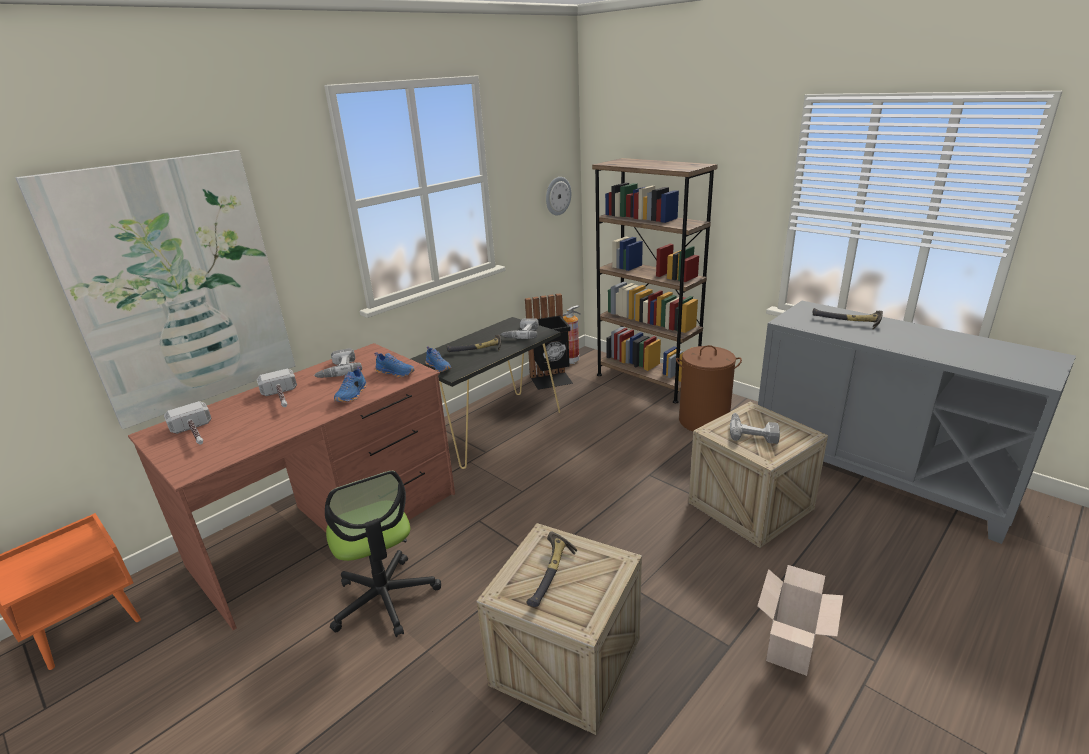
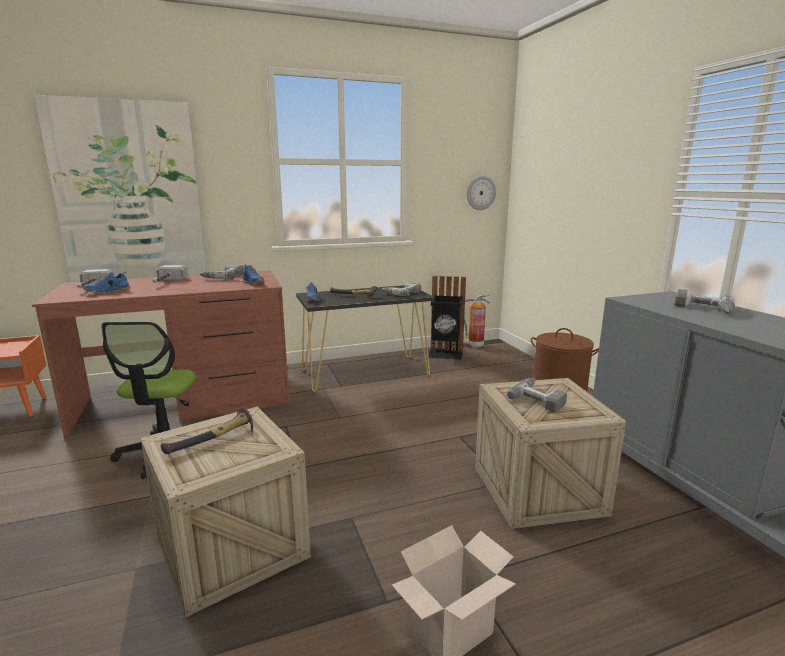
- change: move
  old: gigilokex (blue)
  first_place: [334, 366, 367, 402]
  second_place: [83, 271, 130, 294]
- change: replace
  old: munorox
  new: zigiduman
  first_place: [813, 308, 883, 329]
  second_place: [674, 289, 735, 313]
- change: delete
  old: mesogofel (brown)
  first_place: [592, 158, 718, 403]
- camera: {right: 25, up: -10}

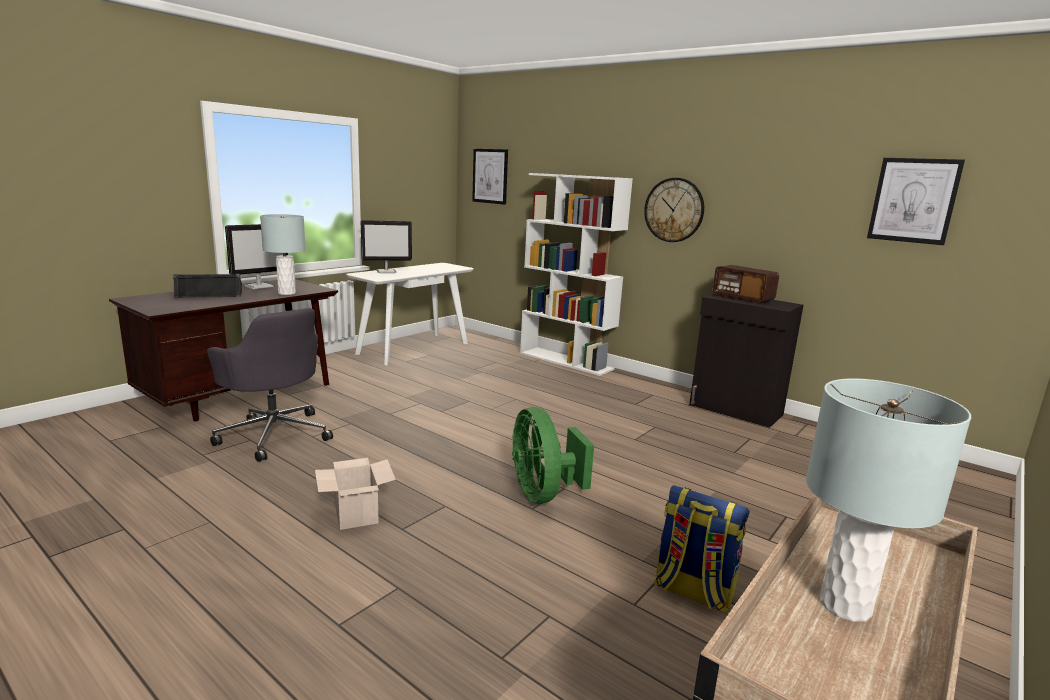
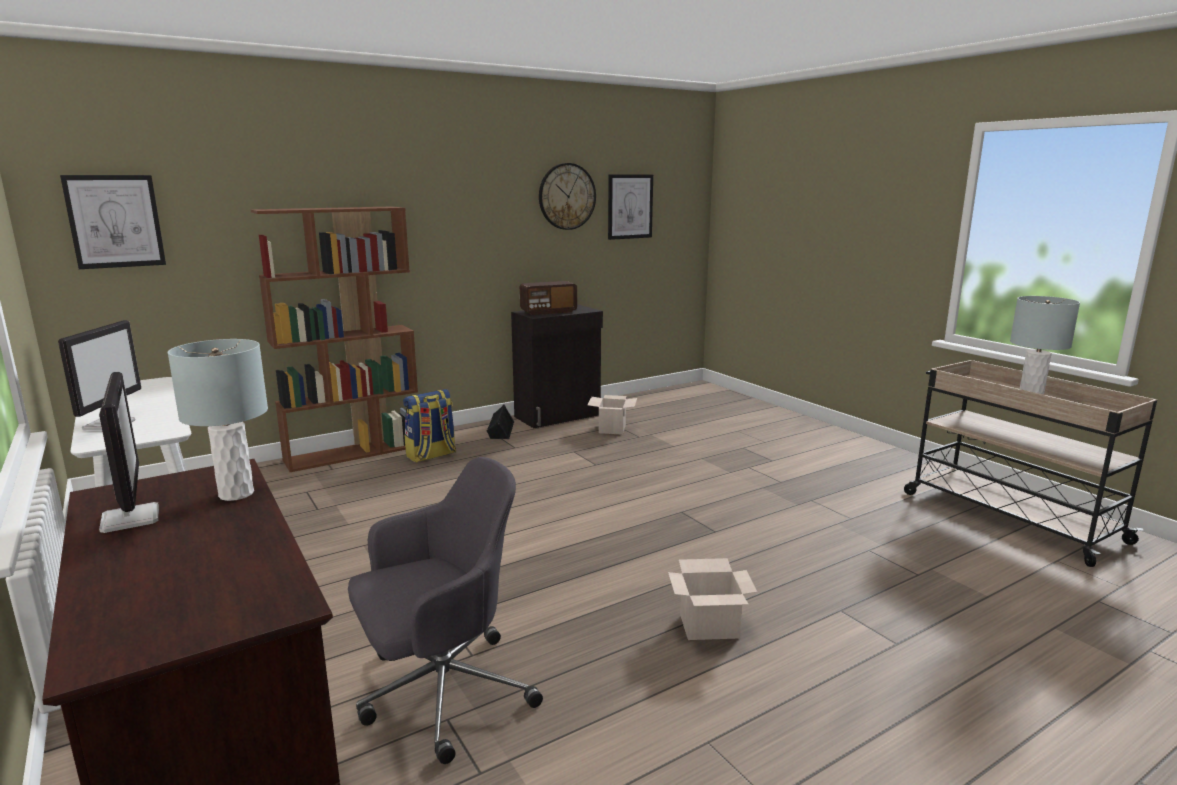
- change: recolor
  old: mesogofel (white)
  new: mesogofel (brown)
  first_place: [520, 173, 633, 376]
  second_place: [251, 206, 418, 472]
- change: move
  old: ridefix
  first_place: [654, 485, 750, 614]
  second_place: [403, 389, 456, 463]
- change: move
  old: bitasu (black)
  first_place: [173, 274, 242, 298]
  second_place: [487, 404, 514, 439]
- change: move
  old: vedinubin
  first_place: [644, 178, 704, 242]
  second_place: [539, 163, 596, 230]
- change: insert
  new: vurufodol
  second_place: [588, 395, 637, 435]
- change: delete
  old: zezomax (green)
  first_place: [512, 407, 594, 504]
- camera: {right: -70, up: 0}

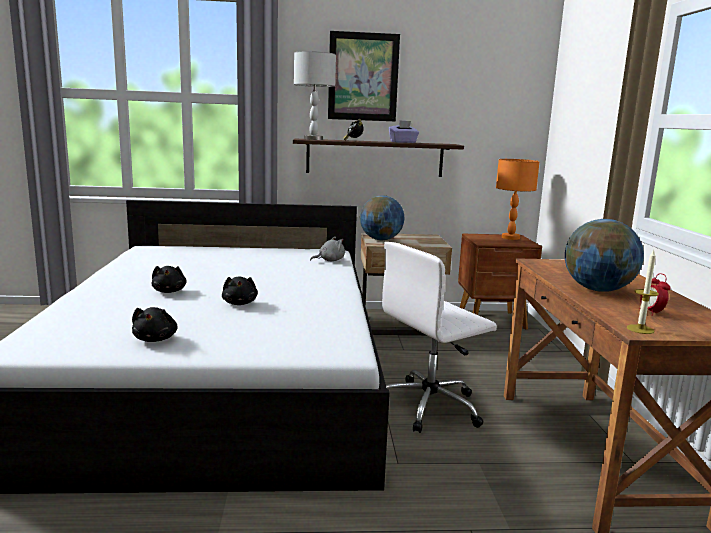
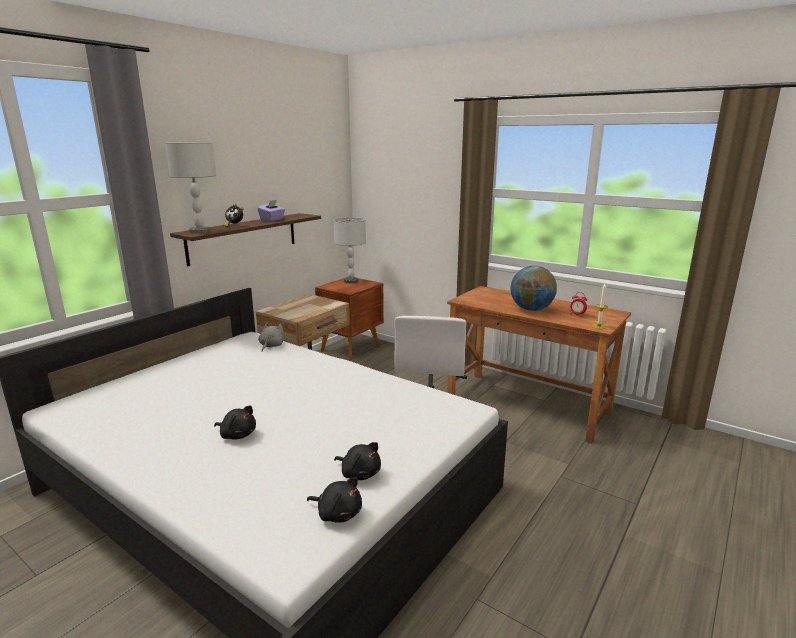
- change: move
  old: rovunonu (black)
  first_place: [222, 276, 258, 305]
  second_place: [307, 477, 362, 523]
- change: recolor
  old: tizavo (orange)
  new: tizavo (grey)
  first_place: [496, 159, 540, 240]
  second_place: [334, 217, 366, 283]
- change: delete
  old: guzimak
  first_place: [328, 31, 400, 121]
- change: delete
  old: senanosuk
  first_place: [360, 195, 404, 240]
- camera: {right: -50, up: 5}

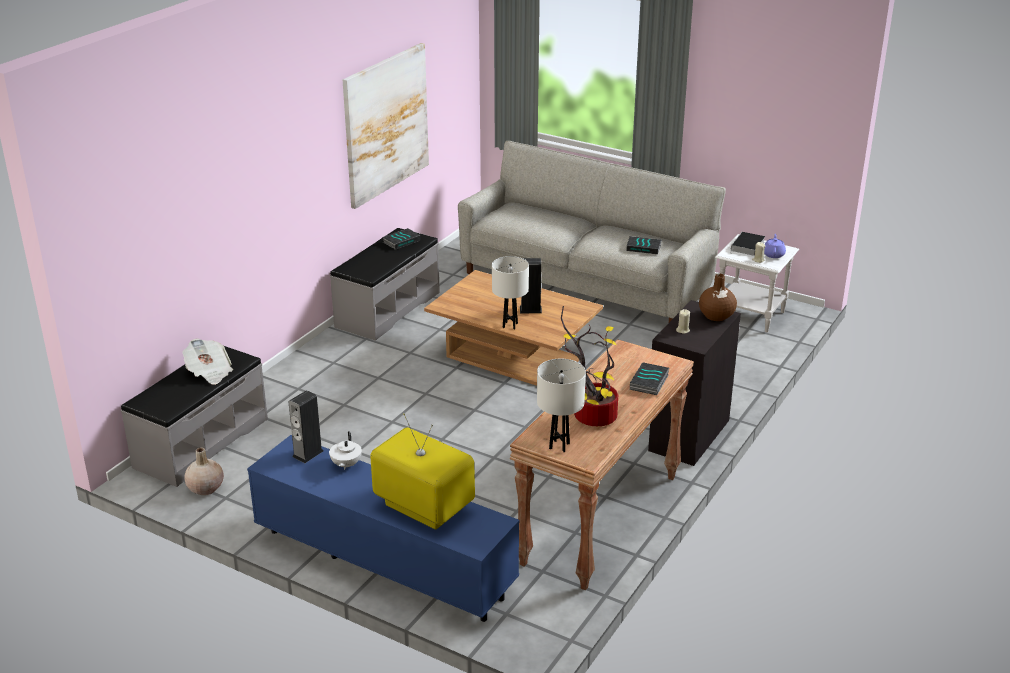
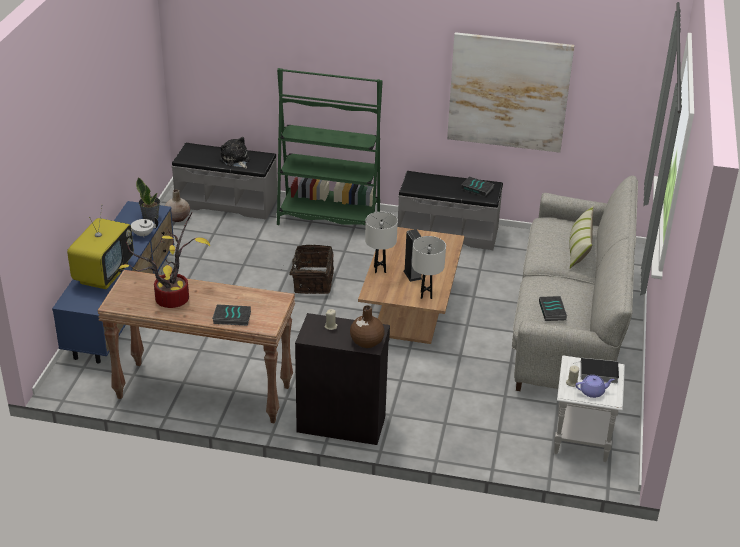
- change: replace
  old: bitasu
  new: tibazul
  first_place: [289, 390, 323, 463]
  second_place: [136, 177, 160, 222]
- change: replace
  old: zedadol
  new: rovunonu
  first_place: [182, 338, 233, 385]
  second_place: [221, 137, 250, 168]
- change: insert
  new: mesogofel (green)
  second_place: [277, 68, 383, 225]
- change: insert
  new: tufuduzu
  second_place: [290, 245, 334, 294]
- change: move
  old: tizavo (white)
  first_place: [537, 359, 586, 452]
  second_place: [412, 236, 446, 299]
- change: insert
  new: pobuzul
  second_place: [569, 206, 594, 269]
- camera: {right: 70, up: 5}

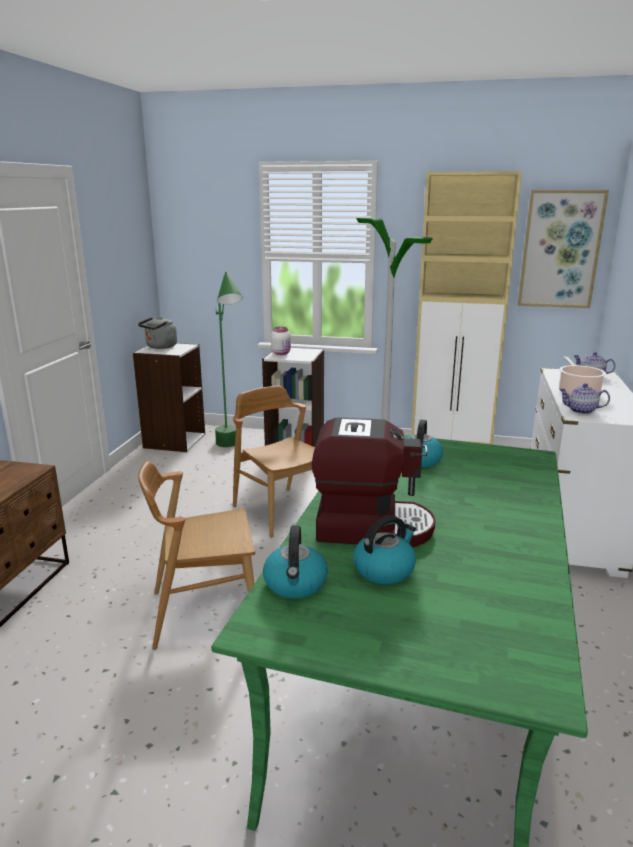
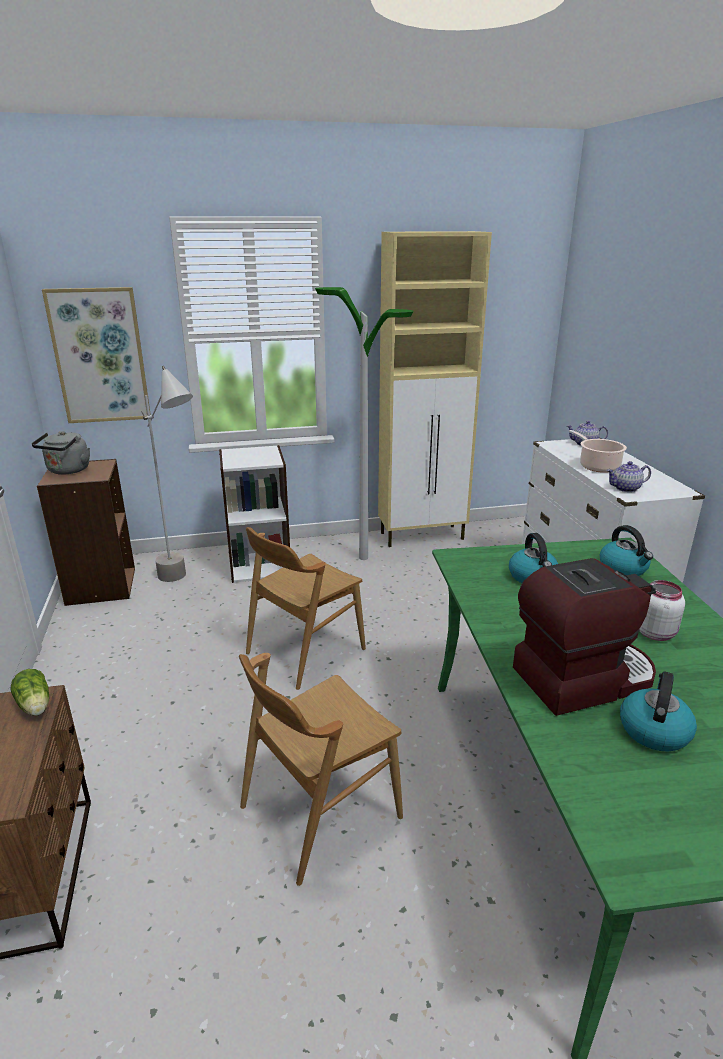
- change: insert
  new: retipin
  second_place: [11, 669, 49, 716]
- change: recolor
  old: mesogofel (white)
  new: mesogofel (brown)
  first_place: [133, 343, 205, 452]
  second_place: [37, 459, 135, 606]
- change: move
  old: guzimak
  first_place: [518, 190, 609, 308]
  second_place: [42, 287, 151, 423]
- change: recolor
  old: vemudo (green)
  new: vemudo (grey)
  first_place: [215, 272, 243, 447]
  second_place: [141, 366, 193, 582]
- change: rotate
  old: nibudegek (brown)
  first_place: [233, 386, 315, 538]
  second_place: [246, 527, 366, 690]
  degrees: -75
- change: move
  old: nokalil
  first_place: [263, 525, 328, 598]
  second_place: [600, 525, 653, 576]
- change: move
  old: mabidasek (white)
  first_place: [271, 327, 291, 355]
  second_place: [639, 580, 685, 641]
- camera: {right: -25, up: 5}

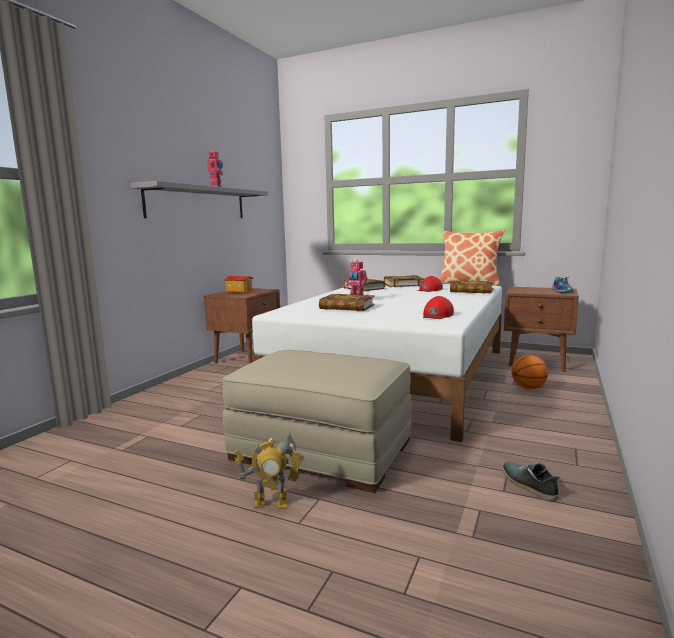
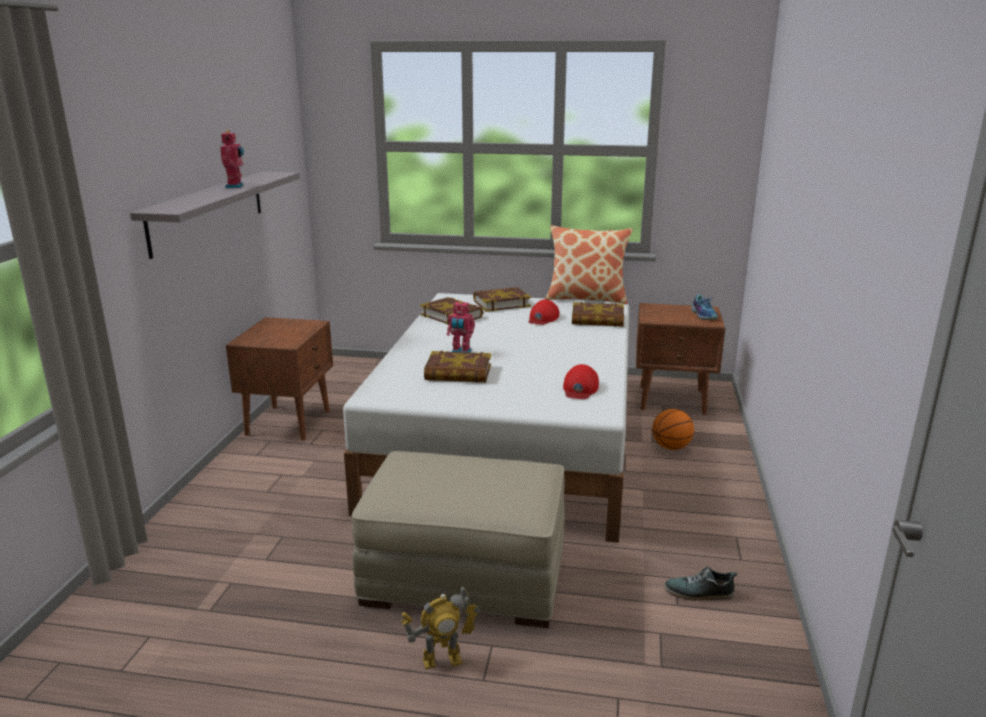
- change: rotate
  old: gigilokex
  first_place: [503, 462, 559, 501]
  second_place: [664, 567, 737, 601]
  degrees: -45
- change: delete
  old: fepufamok
  first_place: [224, 276, 254, 295]
- camera: {right: -15, up: 10}

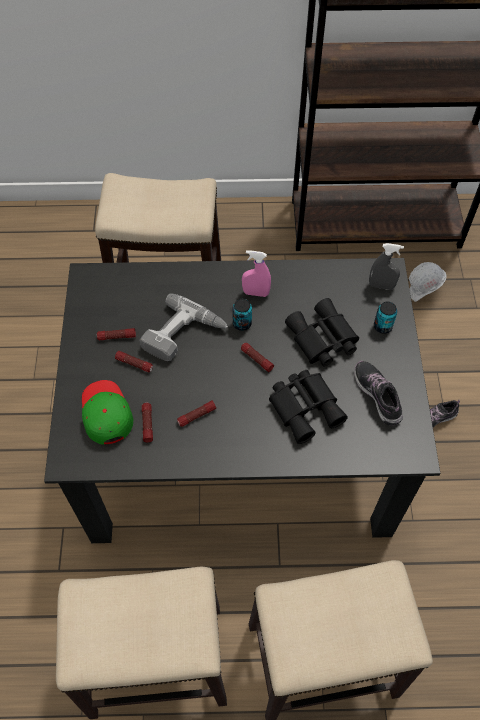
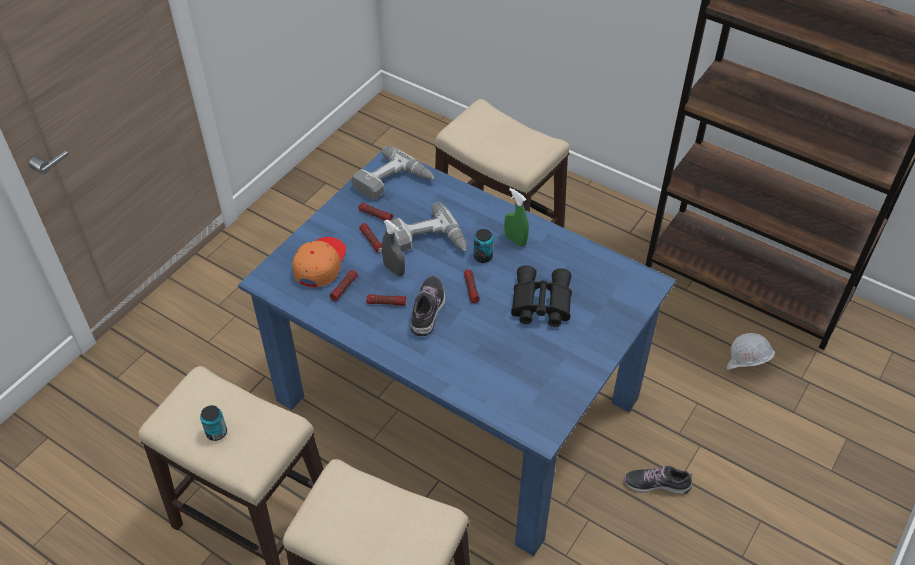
- change: move
  old: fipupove
  first_place: [374, 302, 397, 334]
  second_place: [200, 405, 227, 441]
- change: recolor
  old: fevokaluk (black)
  new: fevokaluk (blue)
  first_place: [44, 258, 441, 543]
  second_place: [238, 150, 676, 557]
- change: recolor
  old: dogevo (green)
  new: dogevo (orange)
  first_place: [82, 380, 133, 445]
  second_place: [292, 237, 346, 287]
- change: insert
  new: zigiduman
  second_place: [351, 146, 434, 200]
- change: move
  old: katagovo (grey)
  first_place: [369, 243, 404, 290]
  second_place: [382, 220, 405, 277]
- change: move
  old: gigilokex
  first_place: [354, 361, 403, 426]
  second_place: [411, 276, 445, 336]
- change: recolor
  old: katagovo (pink)
  new: katagovo (green)
  first_place: [242, 250, 271, 297]
  second_place: [504, 188, 529, 247]
- change: delete
  old: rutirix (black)
  first_place: [269, 370, 348, 444]
- camera: {right: 35, up: -10}

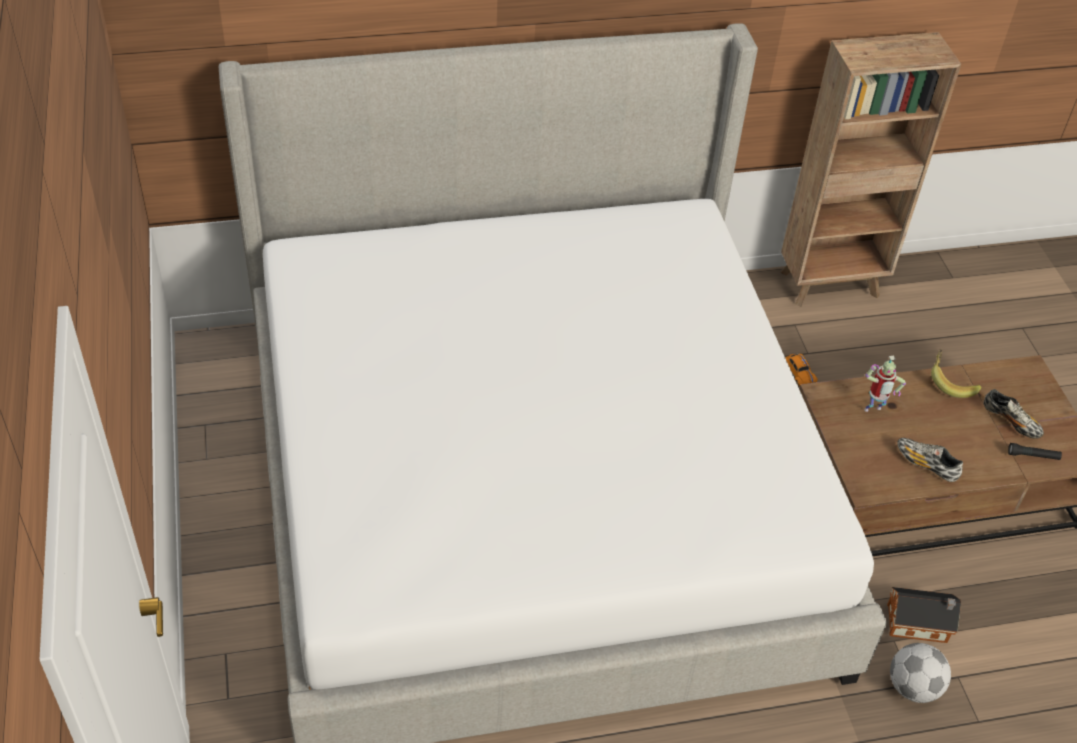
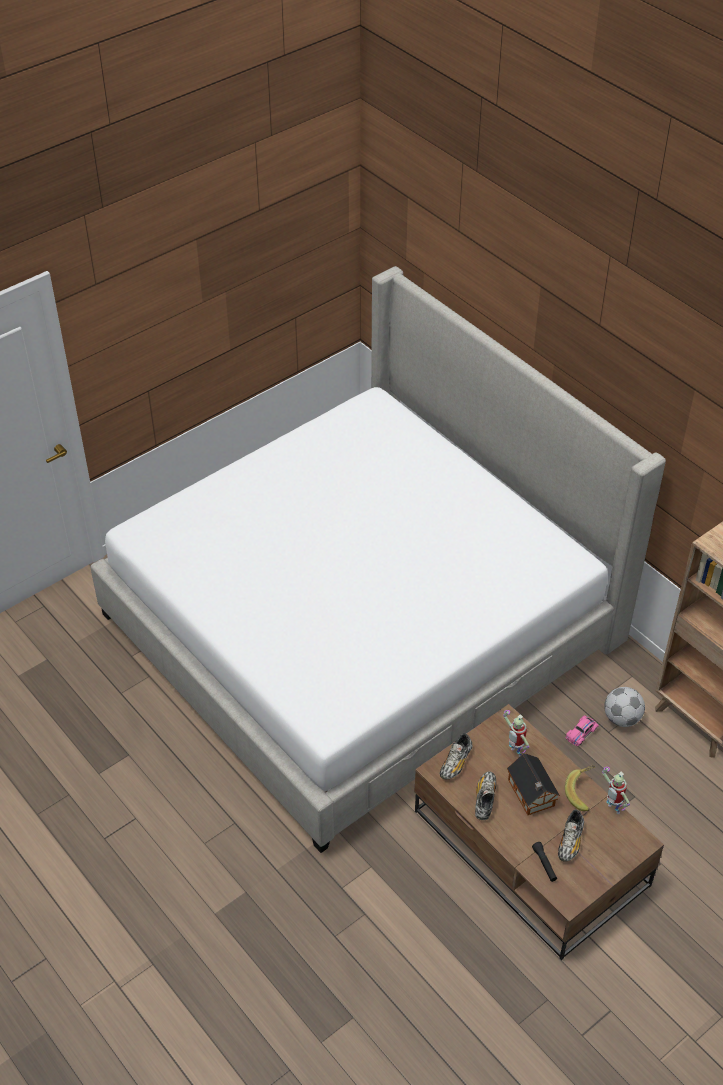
- change: insert
  new: gigilokex
  second_place: [440, 733, 472, 779]
- change: move
  old: fepufamok
  first_place: [887, 587, 961, 643]
  second_place: [507, 753, 560, 815]
- change: recolor
  old: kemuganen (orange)
  new: kemuganen (pink)
  first_place: [785, 354, 818, 387]
  second_place: [565, 715, 599, 746]
- change: insert
  new: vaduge
  second_place: [602, 767, 630, 814]
- change: move
  old: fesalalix
  first_place: [890, 643, 951, 703]
  second_place: [604, 687, 645, 727]
- camera: {right: 65, up: 0}

